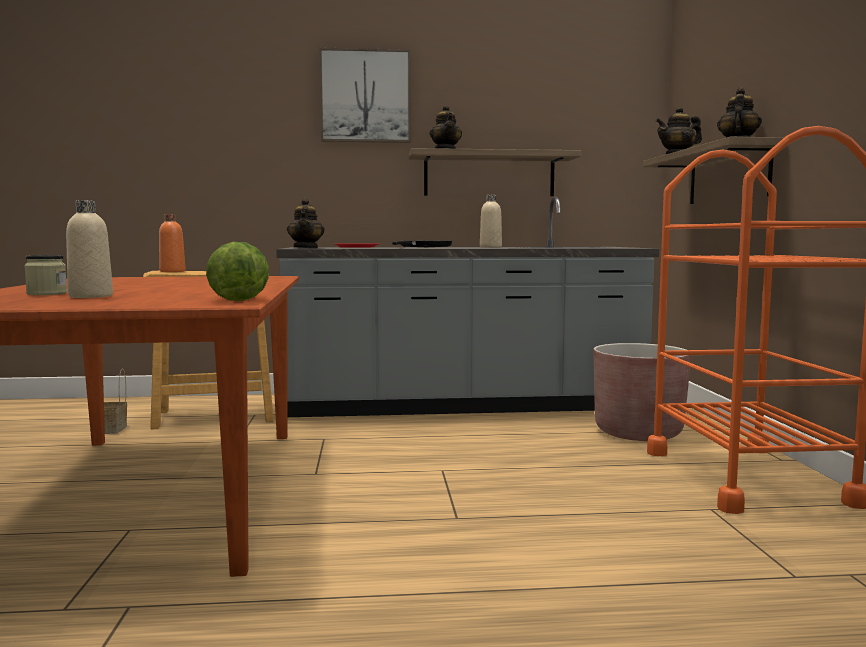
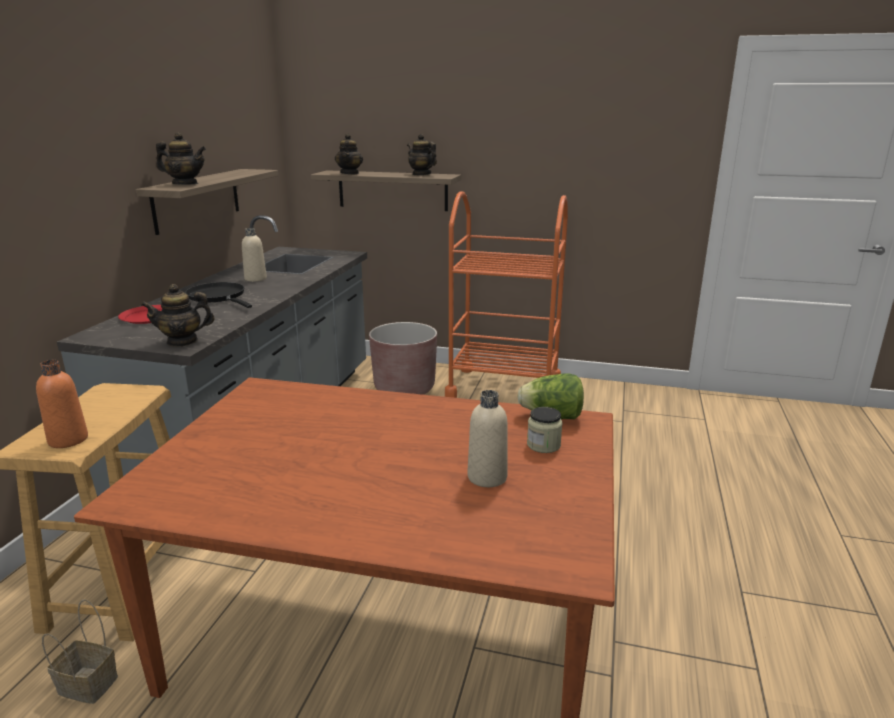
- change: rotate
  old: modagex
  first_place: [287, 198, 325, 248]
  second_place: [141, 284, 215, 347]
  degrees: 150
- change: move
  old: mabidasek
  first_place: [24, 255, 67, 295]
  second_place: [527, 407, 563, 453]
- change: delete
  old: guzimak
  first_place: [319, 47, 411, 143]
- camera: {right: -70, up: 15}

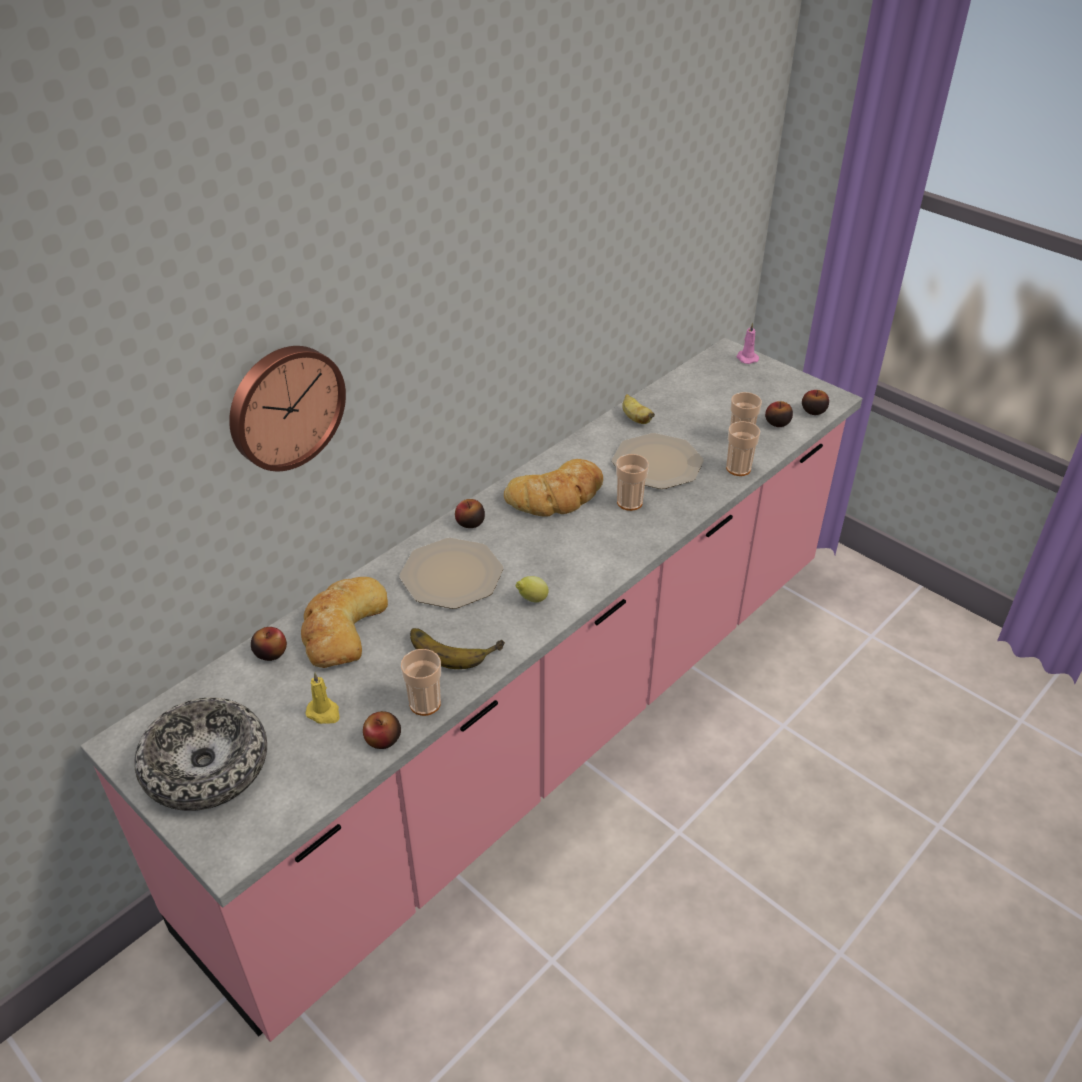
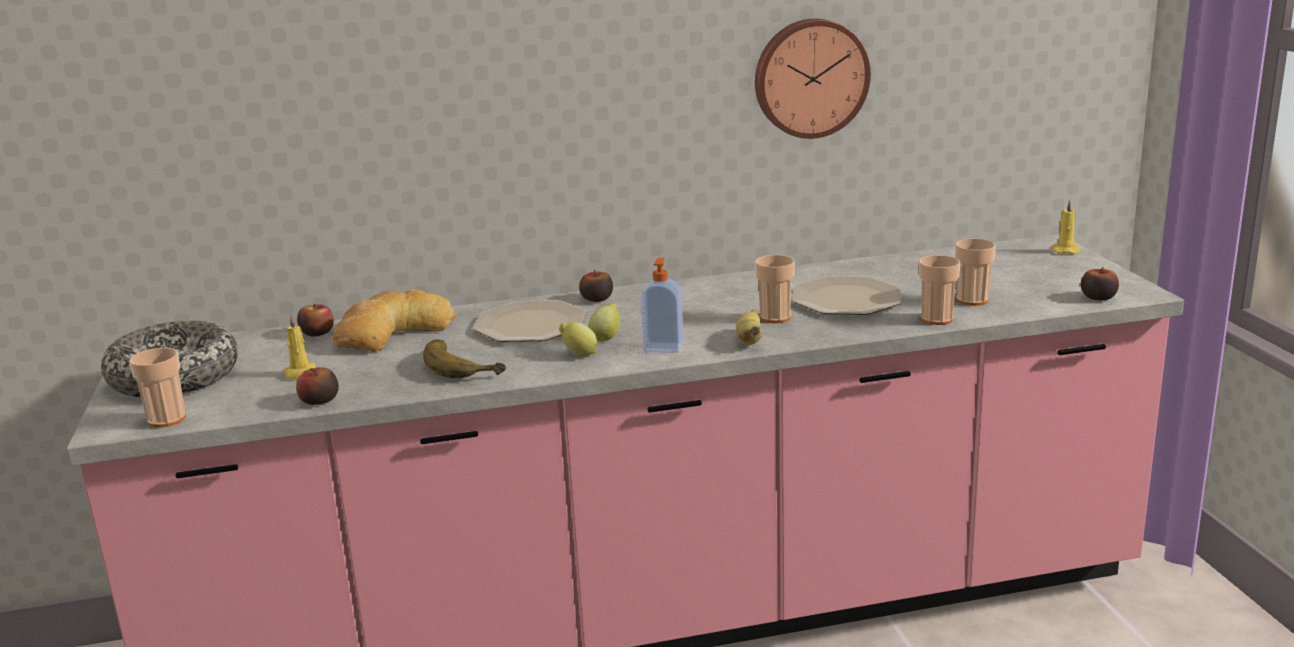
- change: move
  old: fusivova
  first_place: [401, 649, 441, 716]
  second_place: [129, 348, 186, 428]
- change: insert
  new: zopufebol
  second_place: [589, 303, 620, 342]
- change: insert
  new: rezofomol
  second_place: [641, 257, 684, 353]
- change: move
  old: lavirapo
  first_place: [622, 394, 655, 424]
  second_place: [736, 309, 762, 345]
- change: move
  old: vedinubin
  first_place: [229, 346, 346, 471]
  second_place: [755, 19, 871, 139]
- change: recolor
  old: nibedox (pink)
  new: nibedox (yellow)
  first_place: [736, 323, 759, 364]
  second_place: [1052, 200, 1081, 254]
- change: delete
  old: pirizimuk
  first_place: [504, 459, 603, 517]
- change: delete
  old: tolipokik
  first_place: [765, 401, 793, 427]
- camera: {right: 35, up: -20}

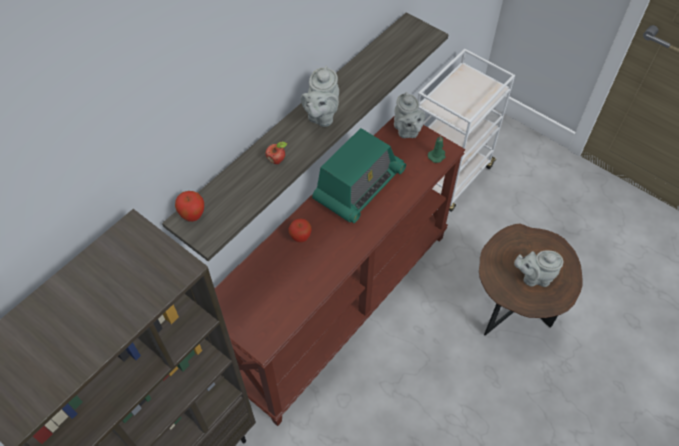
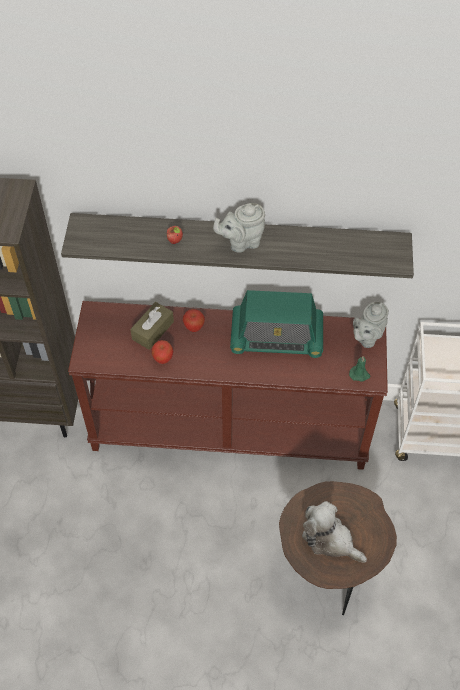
- change: insert
  new: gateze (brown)
  second_place: [130, 302, 174, 350]
- change: move
  old: tolipokik
  first_place: [175, 191, 204, 222]
  second_place: [151, 340, 173, 364]
- change: replace
  old: modagex (grey)
  new: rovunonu
  first_place: [514, 250, 563, 287]
  second_place: [302, 501, 367, 563]
- camera: {right: 55, up: 0}

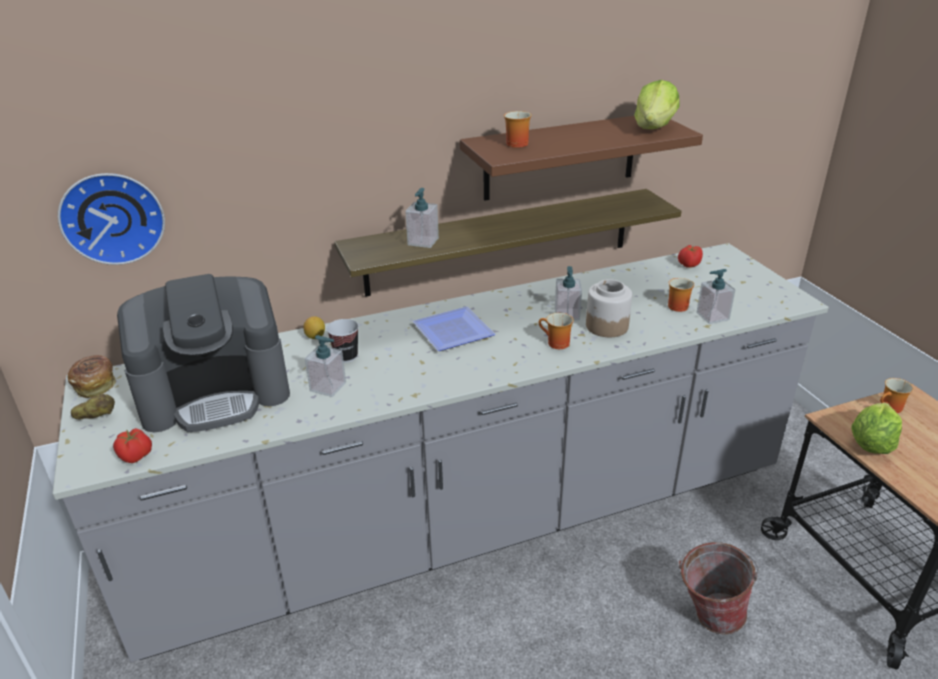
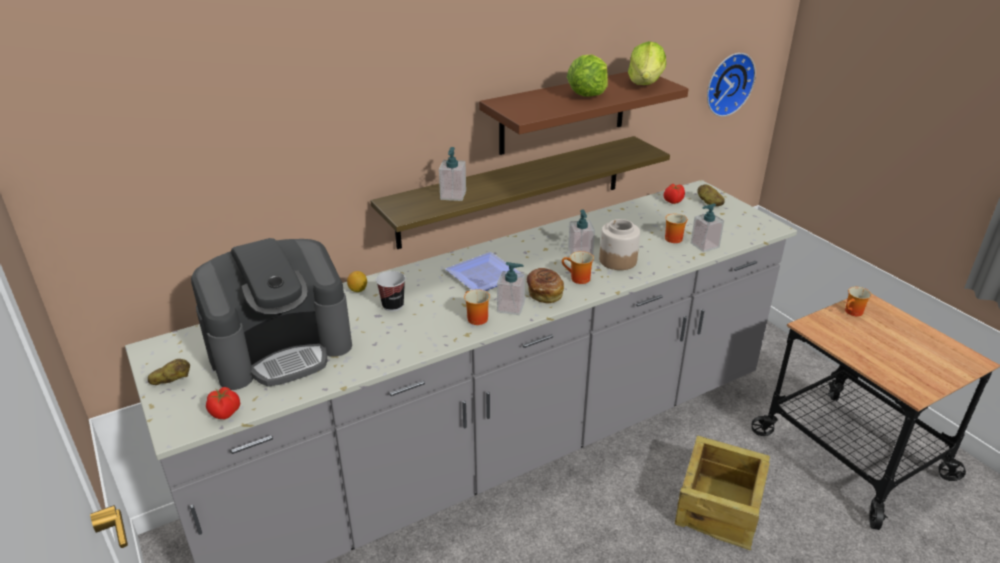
- change: move
  old: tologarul
  first_place: [504, 111, 532, 148]
  second_place: [464, 289, 490, 325]
- change: move
  old: rezofomol
  first_place: [305, 335, 346, 397]
  second_place: [497, 262, 525, 315]
- change: move
  old: pirizimuk
  first_place: [68, 355, 117, 398]
  second_place: [527, 268, 564, 303]
- change: move
  old: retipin
  first_place: [851, 402, 902, 454]
  second_place: [567, 54, 608, 96]
- change: replace
  old: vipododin
  new: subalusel
  first_place: [679, 542, 759, 634]
  second_place: [675, 436, 770, 551]
- change: insert
  new: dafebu
  second_place: [697, 184, 725, 206]
- change: move
  old: vedinubin
  first_place: [58, 173, 165, 265]
  second_place: [707, 53, 756, 117]
- camera: {right: -10, up: 0}

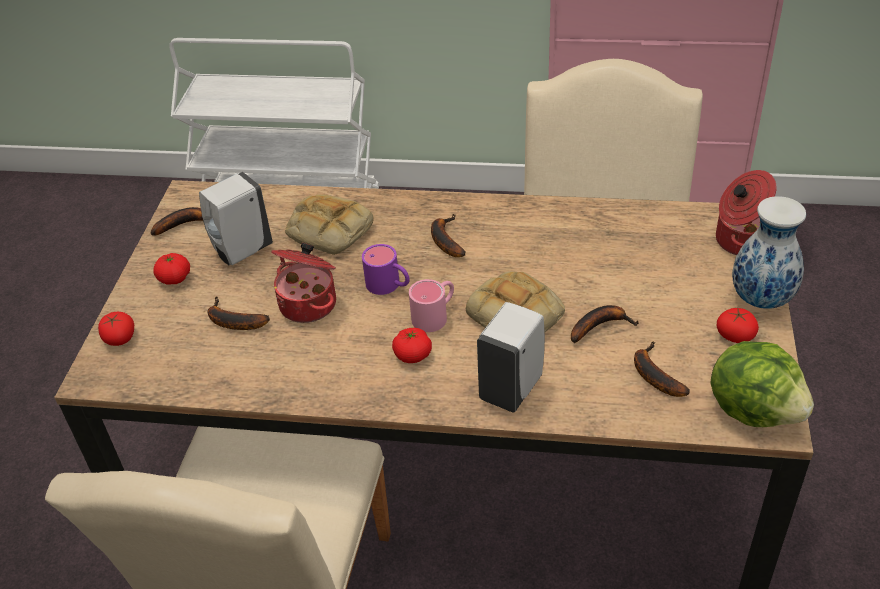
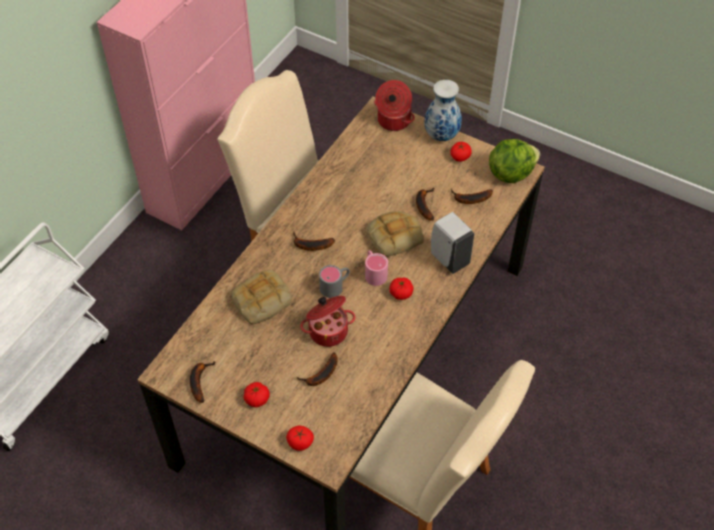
- change: recolor
  old: tologarul (purple)
  new: tologarul (grey)
  first_place: [362, 244, 410, 295]
  second_place: [319, 265, 350, 298]
- change: delete
  old: rezofomol (white)
  first_place: [199, 172, 273, 265]
- camera: {right: -70, up: 10}

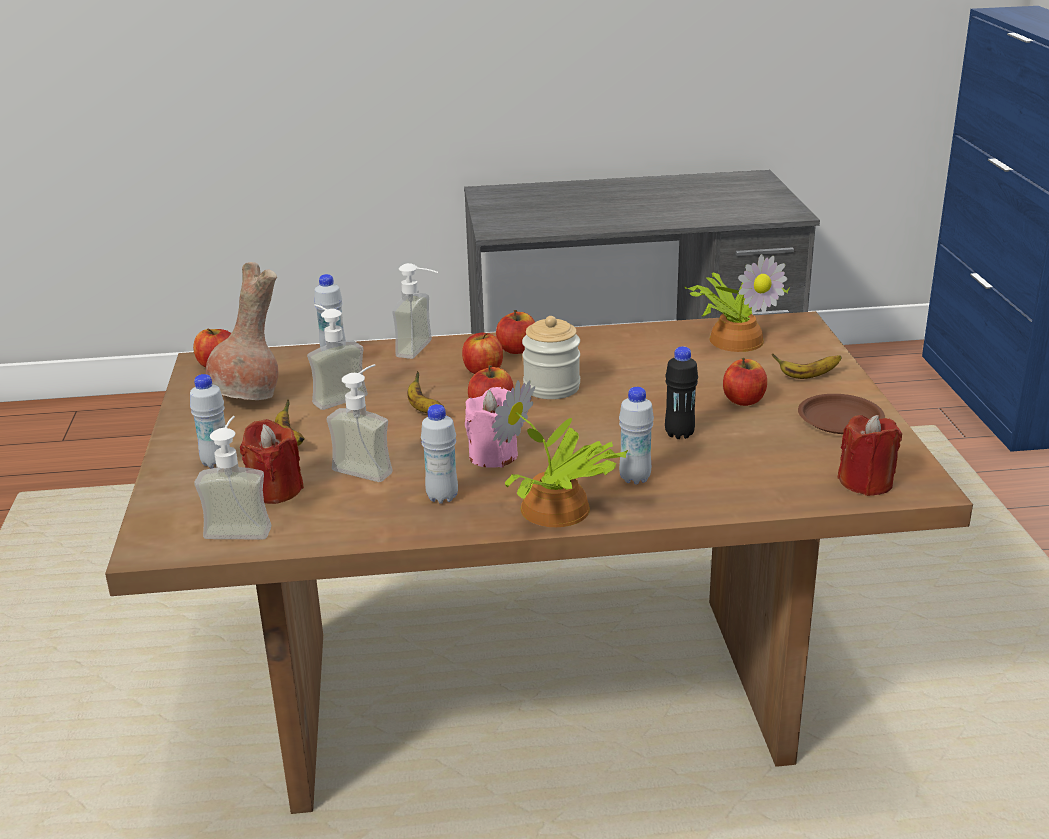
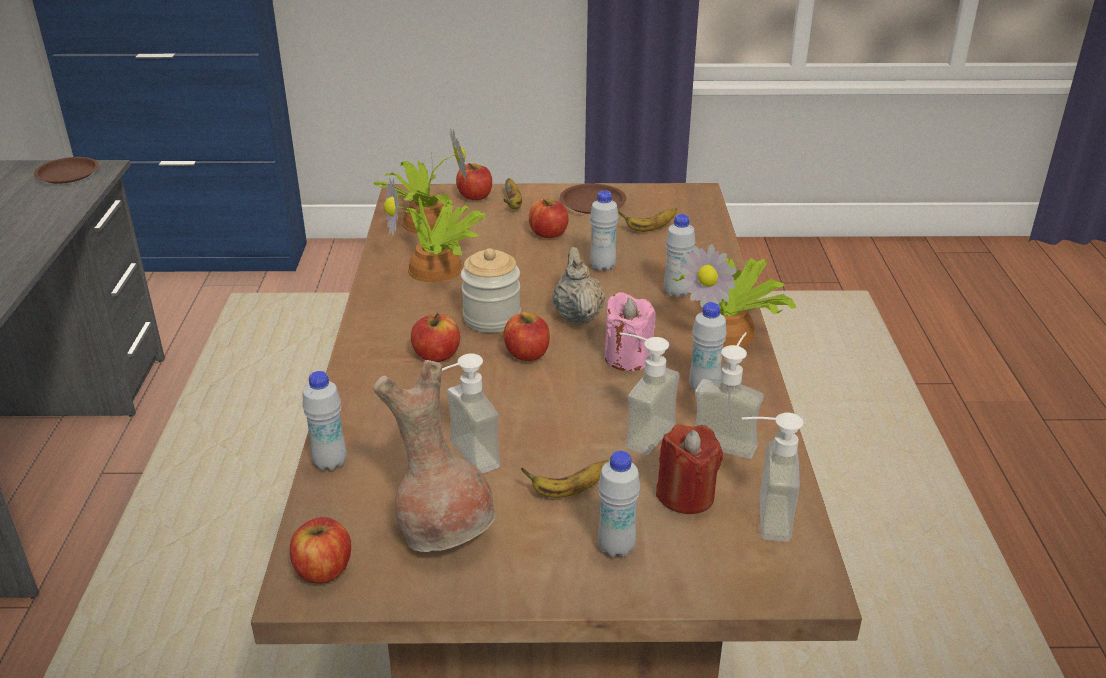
- change: insert
  new: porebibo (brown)
  second_place: [34, 157, 99, 184]
- change: insert
  new: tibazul
  second_place: [384, 178, 486, 282]
- change: move
  old: tolipokik
  first_place: [496, 310, 535, 354]
  second_place: [456, 163, 492, 200]
- change: insert
  new: modagex (beige)
  second_place: [552, 247, 605, 325]
- change: recolor
  old: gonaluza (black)
  new: gonaluza (white)
  first_place: [665, 346, 698, 439]
  second_place: [590, 190, 619, 271]
- change: move
  old: lavirapo
  first_place: [407, 371, 443, 413]
  second_place: [618, 208, 677, 232]
- change: move
  old: rezofomol
  first_place: [392, 263, 438, 359]
  second_place: [695, 332, 764, 459]
- change: delete
  old: nibedox (red)
  first_place: [838, 415, 902, 496]
- camera: {right: -85, up: 5}

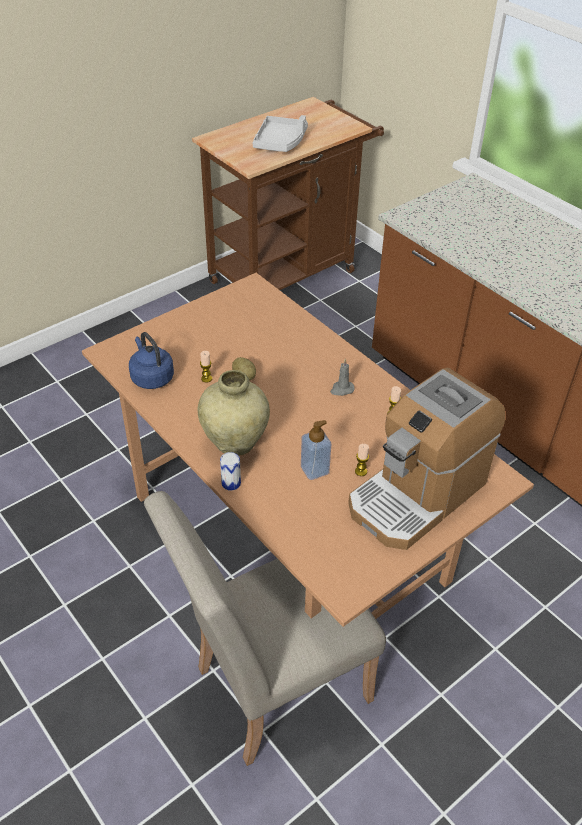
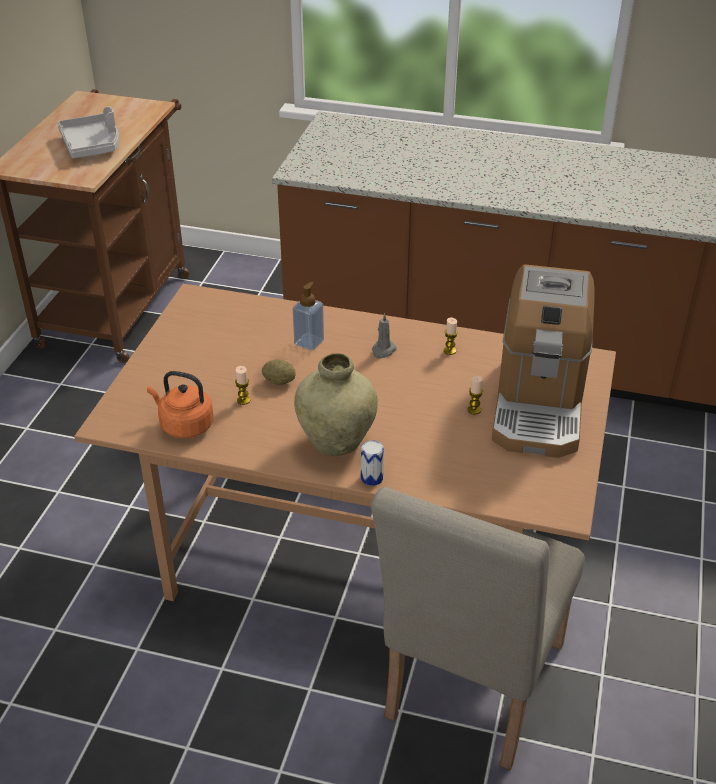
- change: recolor
  old: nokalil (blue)
  new: nokalil (orange)
  first_place: [129, 332, 174, 389]
  second_place: [147, 371, 213, 438]
- change: move
  old: rezofomol
  first_place: [301, 420, 331, 480]
  second_place: [293, 282, 324, 350]
- camera: {right: -35, up: -5}

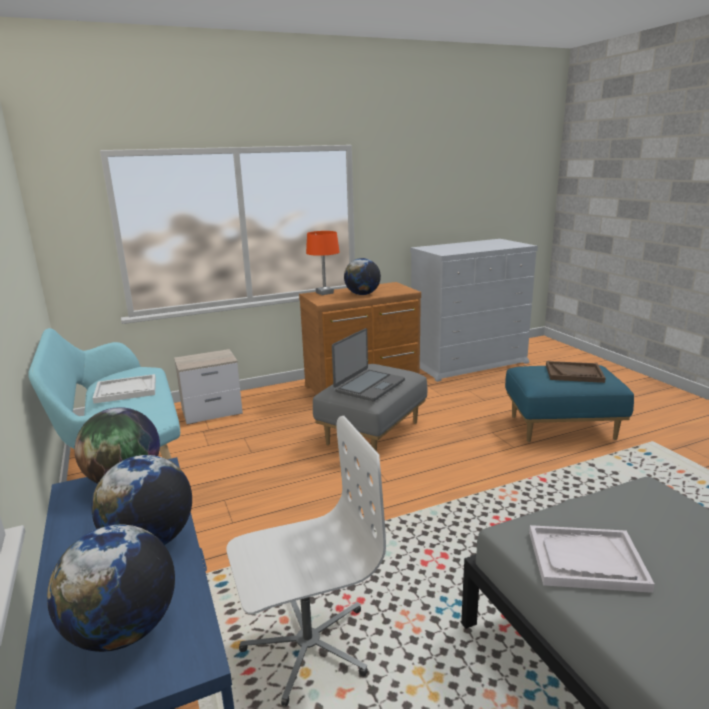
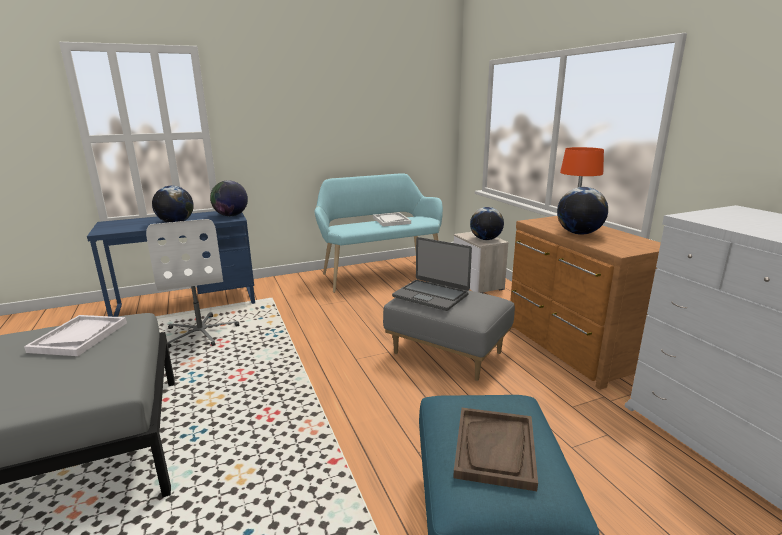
- change: move
  old: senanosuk
  first_place: [47, 525, 175, 652]
  second_place: [470, 207, 504, 240]
- camera: {right: 90, up: 0}

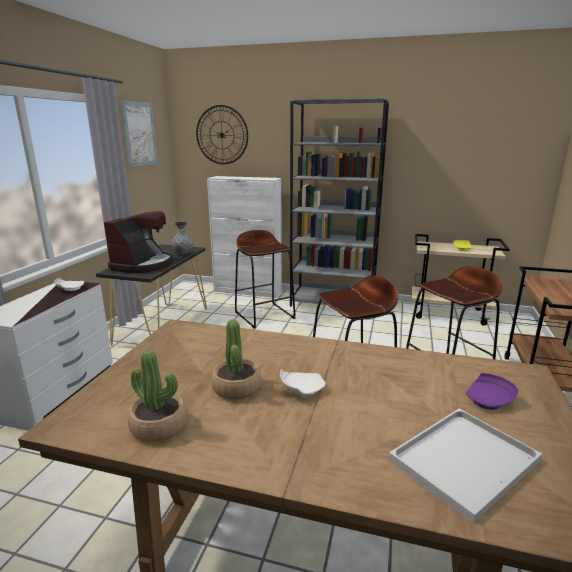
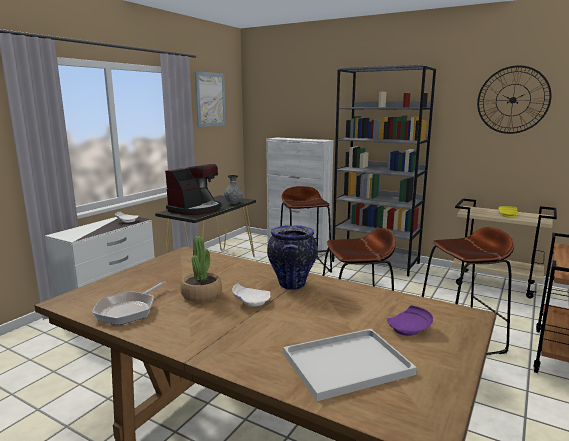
- change: replace
  old: tibazul
  new: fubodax
  first_place: [128, 350, 187, 442]
  second_place: [92, 281, 166, 325]
- change: insert
  new: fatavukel
  second_place: [267, 225, 318, 290]
- change: move
  old: vedinubin
  first_place: [196, 105, 248, 164]
  second_place: [477, 65, 552, 134]
- camera: {right: 15, up: -5}

